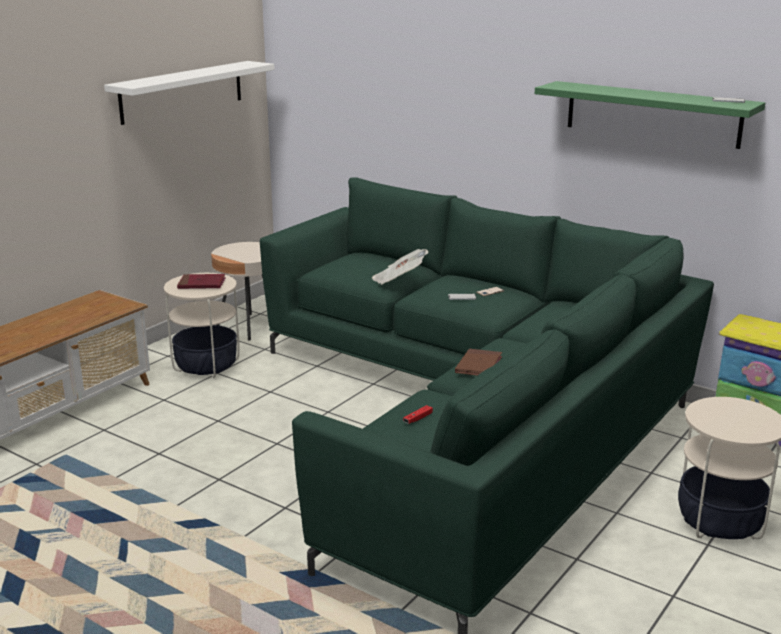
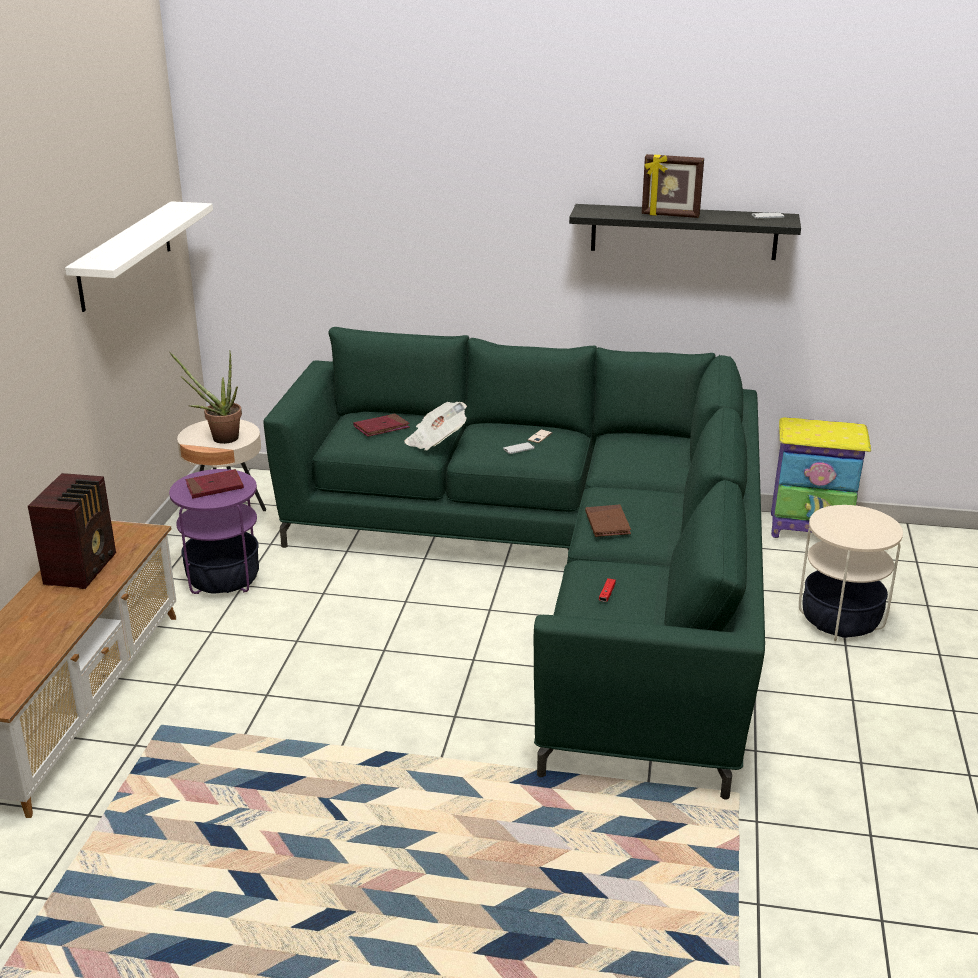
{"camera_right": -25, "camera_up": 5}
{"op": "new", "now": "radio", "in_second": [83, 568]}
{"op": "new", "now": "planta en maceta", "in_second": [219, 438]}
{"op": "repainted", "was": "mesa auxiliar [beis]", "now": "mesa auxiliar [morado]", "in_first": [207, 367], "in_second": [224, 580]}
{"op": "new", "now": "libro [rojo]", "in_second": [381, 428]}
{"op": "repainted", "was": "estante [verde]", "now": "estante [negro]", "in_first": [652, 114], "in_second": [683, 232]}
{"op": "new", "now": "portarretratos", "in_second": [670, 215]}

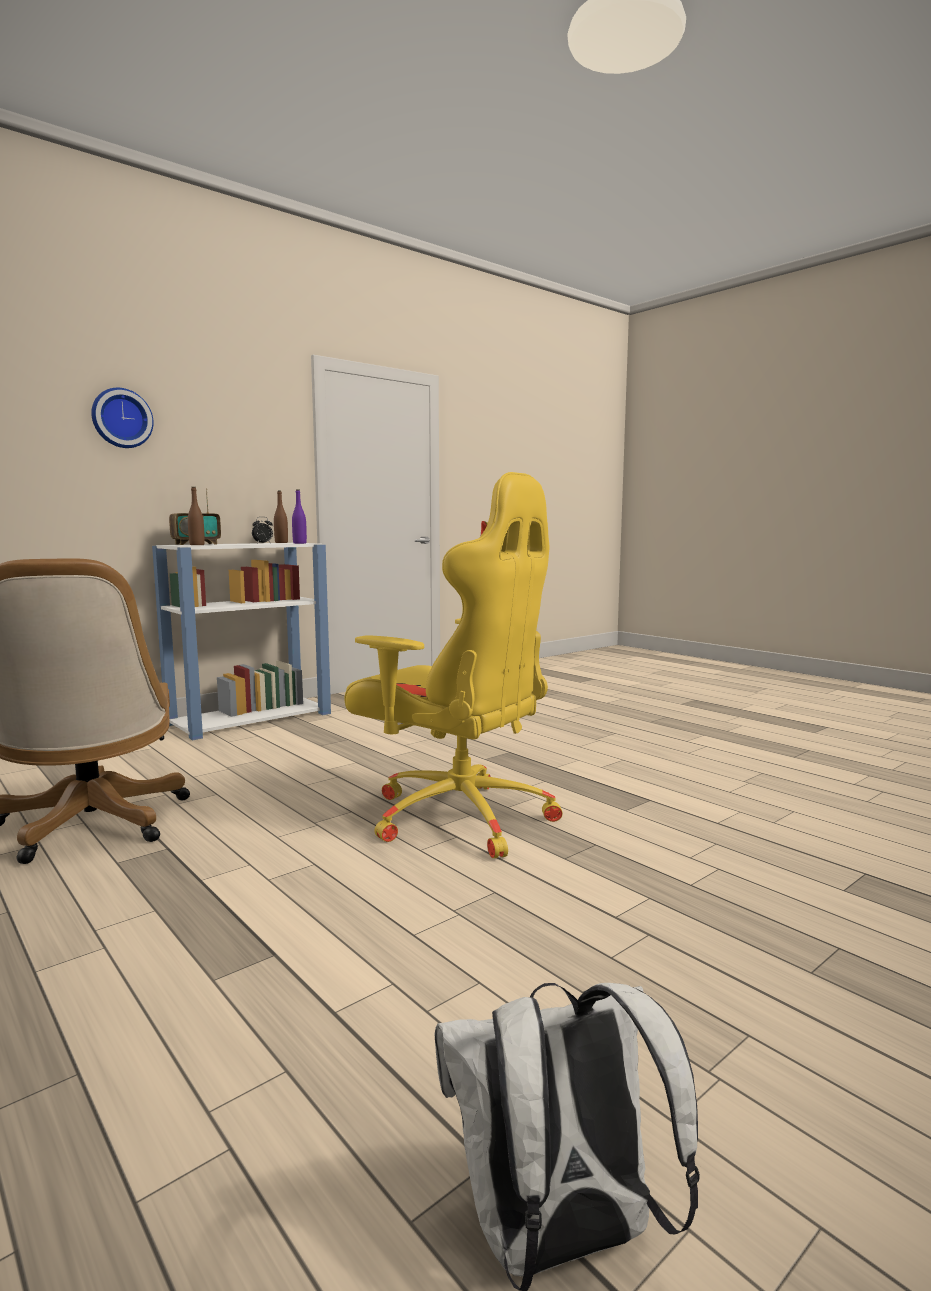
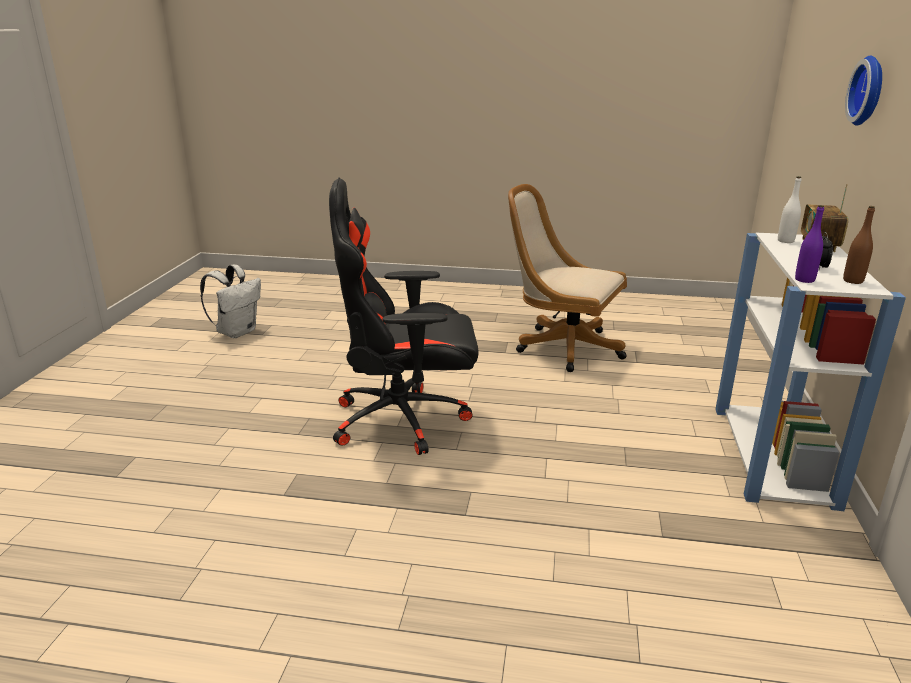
{"camera_right": 140, "camera_up": 15}
{"op": "repainted", "was": "silla de oficina [amarillo]", "now": "silla de oficina [negro]", "in_first": [449, 814], "in_second": [409, 421]}
{"op": "repainted", "was": "botella [marrón]", "now": "botella [blanco]", "in_first": [197, 545], "in_second": [785, 241]}

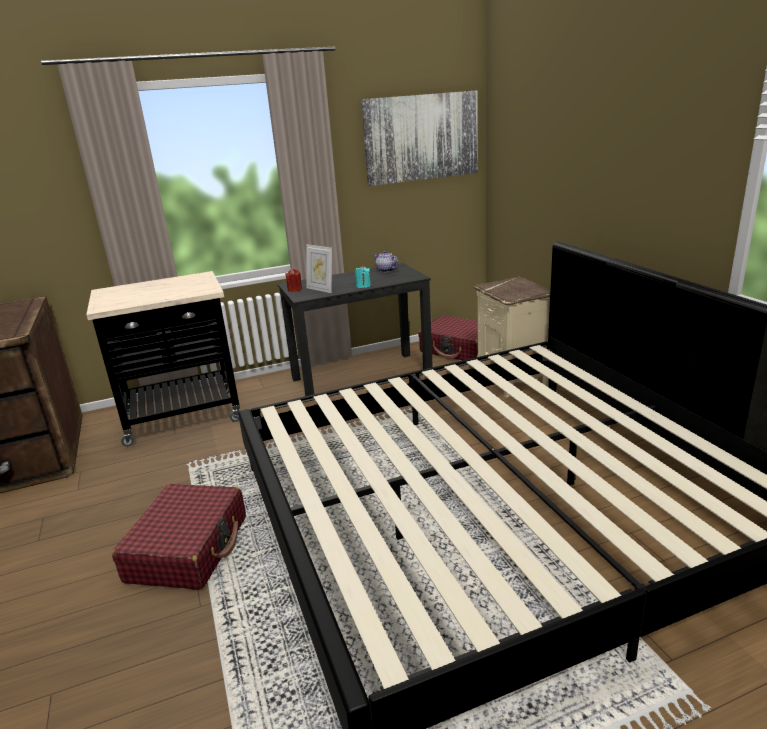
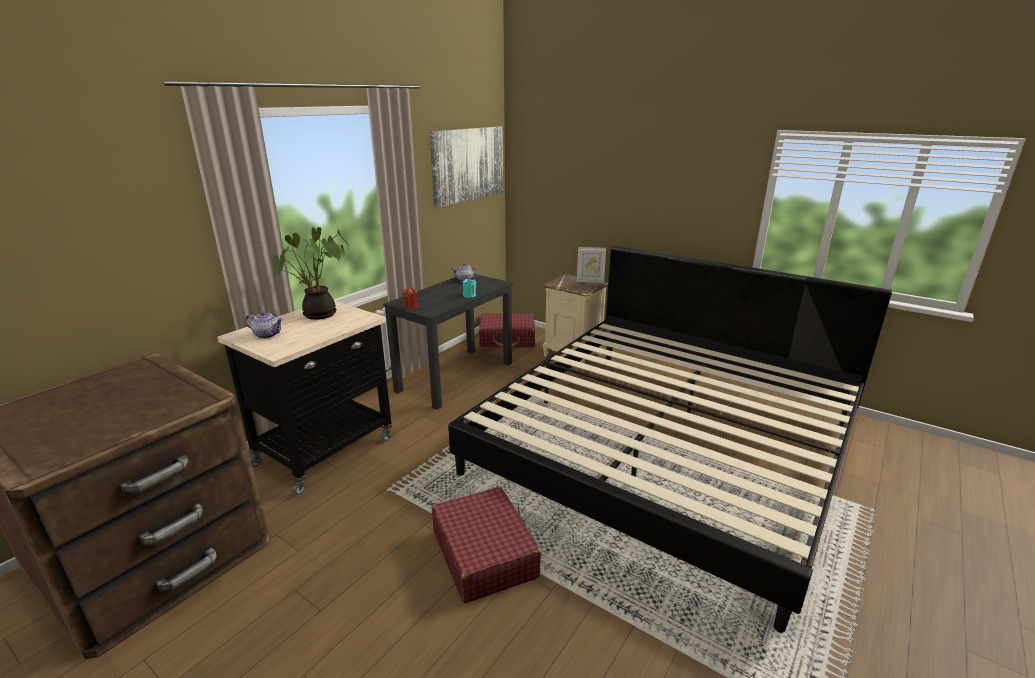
{"camera_right": -35, "camera_up": 0}
{"op": "new", "now": "tetera", "in_second": [267, 335]}
{"op": "new", "now": "planta en maceta", "in_second": [319, 315]}
{"op": "shifted", "was": "portarretratos", "in_first": [321, 289], "in_second": [590, 281]}

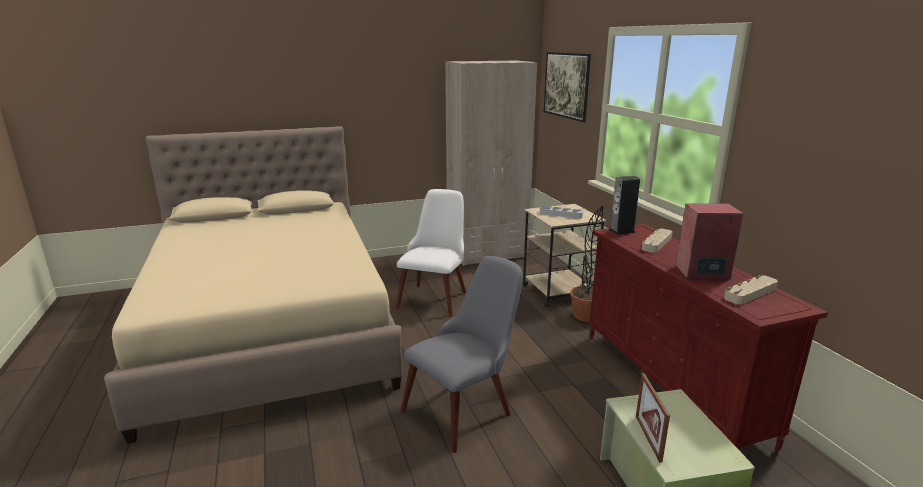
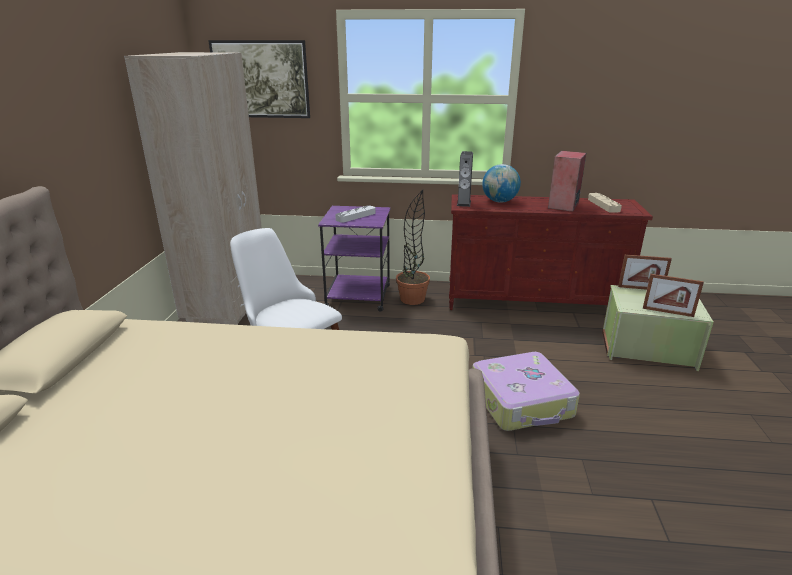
{"camera_right": -65, "camera_up": 5}
{"op": "repainted", "was": "carrito [beis]", "now": "carrito [morado]", "in_first": [559, 292], "in_second": [359, 297]}
{"op": "swapped", "was": "silla [gris]", "now": "maleta", "in_first": [466, 406], "in_second": [522, 402]}
{"op": "swapped", "was": "bandeja [beis]", "now": "globo terráqueo", "in_first": [657, 243], "in_second": [499, 201]}
{"op": "new", "now": "portarretratos", "in_second": [640, 288]}

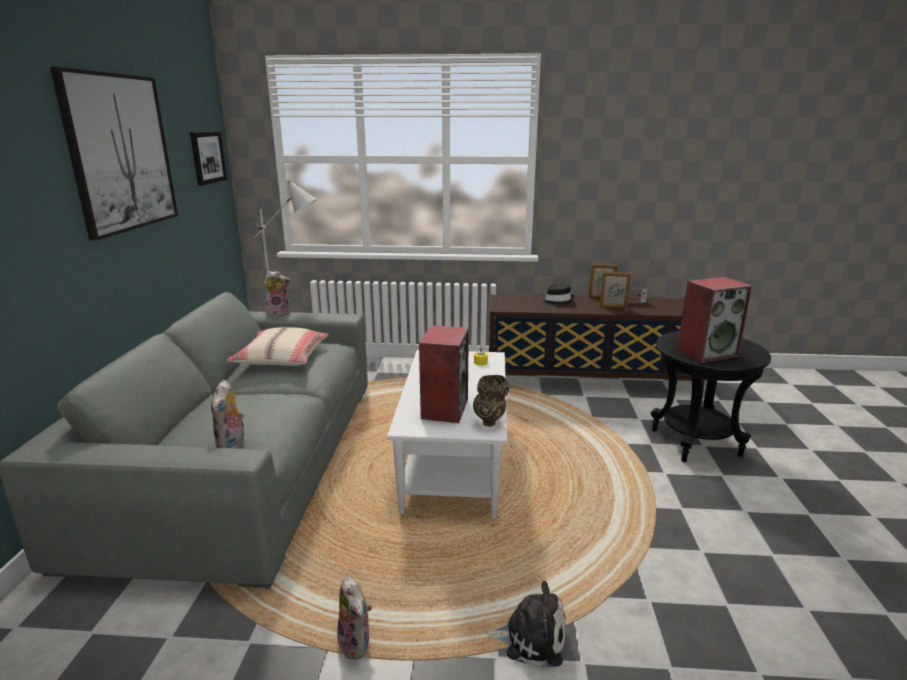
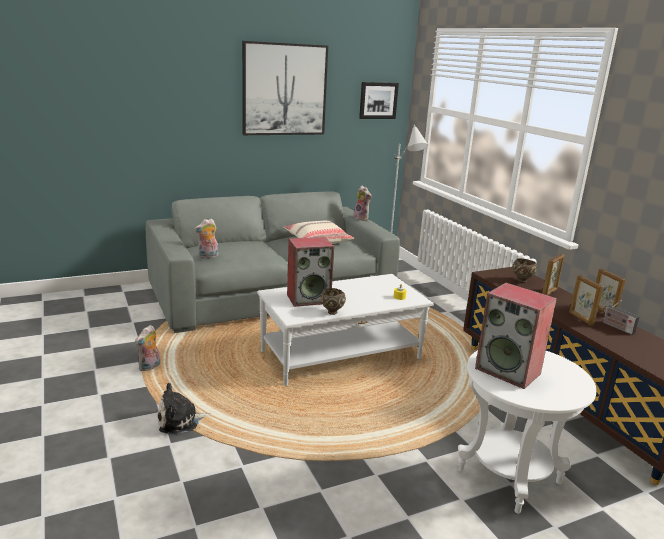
{"camera_right": 60, "camera_up": 0}
{"op": "rotated", "was": "peluche", "in_first": [530, 637], "in_second": [180, 421], "clockwise": 90}
{"op": "repainted", "was": "mesa auxiliar [negro]", "now": "mesa auxiliar [blanco]", "in_first": [695, 443], "in_second": [509, 477]}
{"op": "shifted", "was": "cuenco [marrón]", "in_first": [489, 423], "in_second": [522, 280]}
{"op": "swapped", "was": "sombrero [negro]", "now": "portarretratos", "in_first": [557, 301], "in_second": [549, 293]}

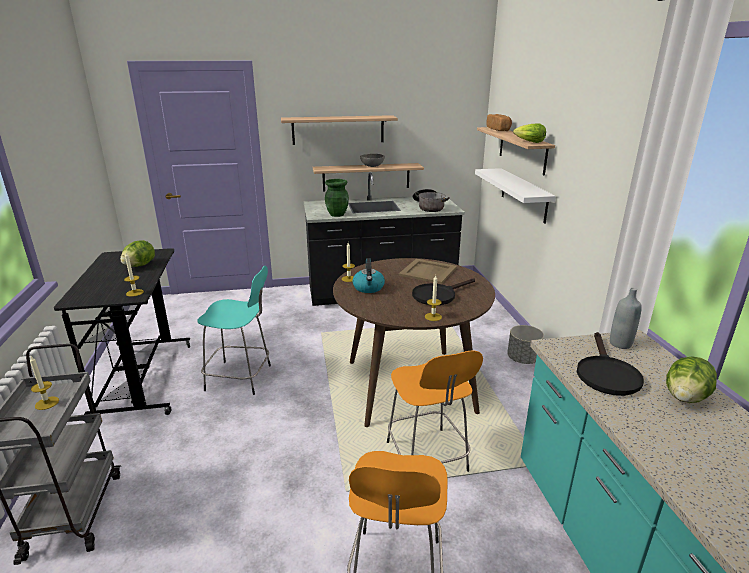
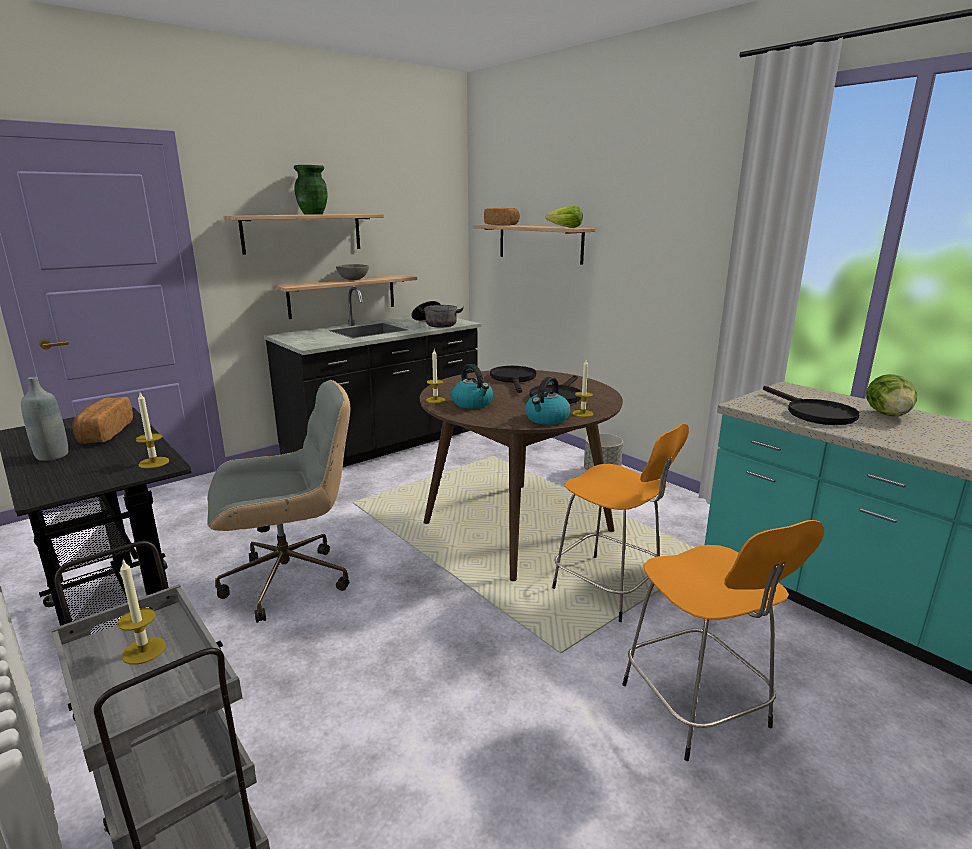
{"camera_right": -30, "camera_up": -5}
{"op": "shifted", "was": "botella [gris]", "in_first": [620, 344], "in_second": [52, 456]}
{"op": "swapped", "was": "lechuga", "now": "pan", "in_first": [140, 265], "in_second": [105, 433]}
{"op": "swapped", "was": "taburete [turquesa]", "now": "silla de oficina [gris]", "in_first": [241, 378], "in_second": [291, 581]}
{"op": "shifted", "was": "florero [verde]", "in_first": [337, 214], "in_second": [313, 214]}
{"op": "swapped", "was": "bandeja [beis]", "now": "sartén [negro]", "in_first": [428, 271], "in_second": [514, 379]}
{"op": "new", "now": "hervidor", "in_second": [547, 419]}
{"op": "gone", "was": "estante [blanco]", "in_first": [523, 194]}

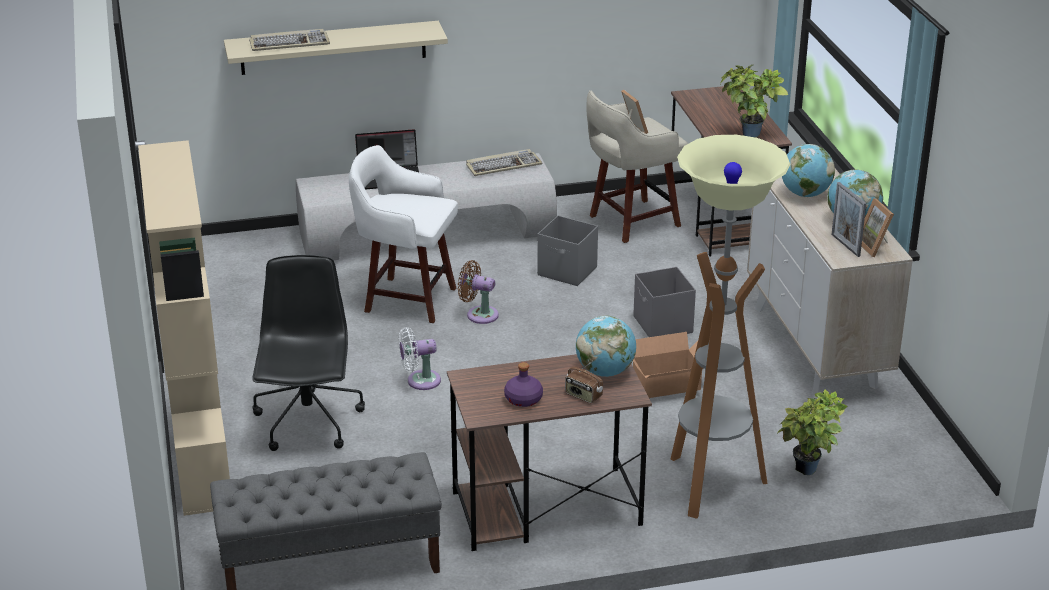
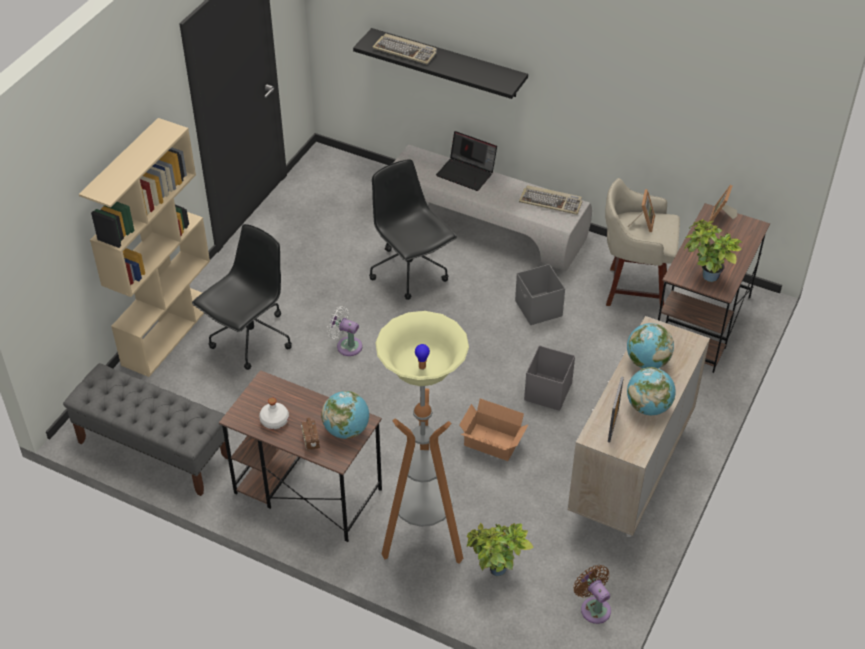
{"camera_right": 40, "camera_up": 15}
{"op": "repainted", "was": "botella [morado]", "now": "botella [blanco]", "in_first": [523, 399], "in_second": [274, 420]}
{"op": "repainted", "was": "estante [beis]", "now": "estante [negro]", "in_first": [333, 47], "in_second": [448, 63]}
{"op": "swapped", "was": "taburete [blanco]", "now": "silla de oficina [negro]", "in_first": [406, 299], "in_second": [411, 274]}
{"op": "shifted", "was": "ventilador [marrón]", "in_first": [479, 314], "in_second": [593, 607]}
{"op": "shifted", "was": "portarretratos", "in_first": [875, 247], "in_second": [721, 218]}

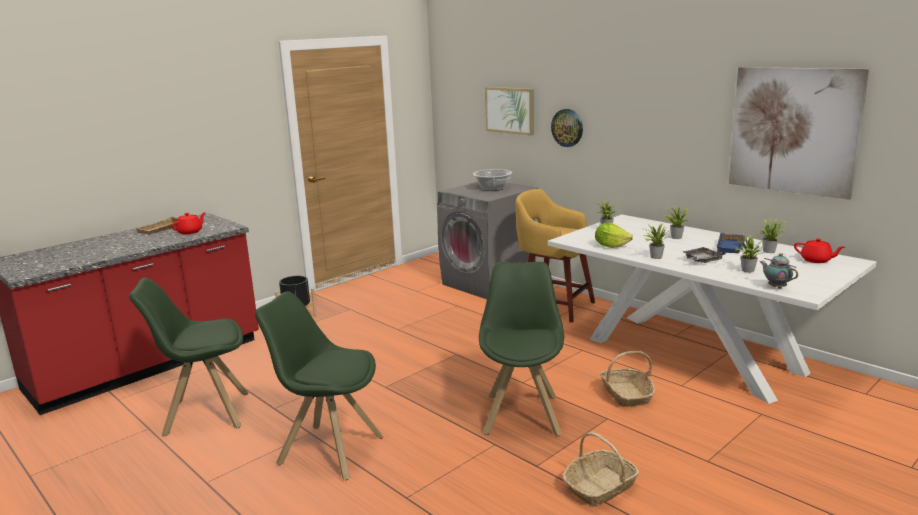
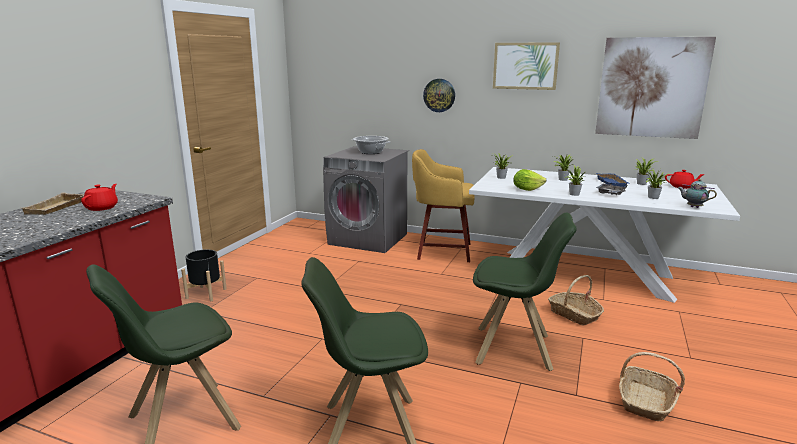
{"camera_right": -25, "camera_up": 0}
{"op": "rotated", "was": "silla [verde]", "in_first": [522, 414], "in_second": [514, 349], "clockwise": 120}
{"op": "shifted", "was": "cuadro", "in_first": [510, 110], "in_second": [525, 66]}

